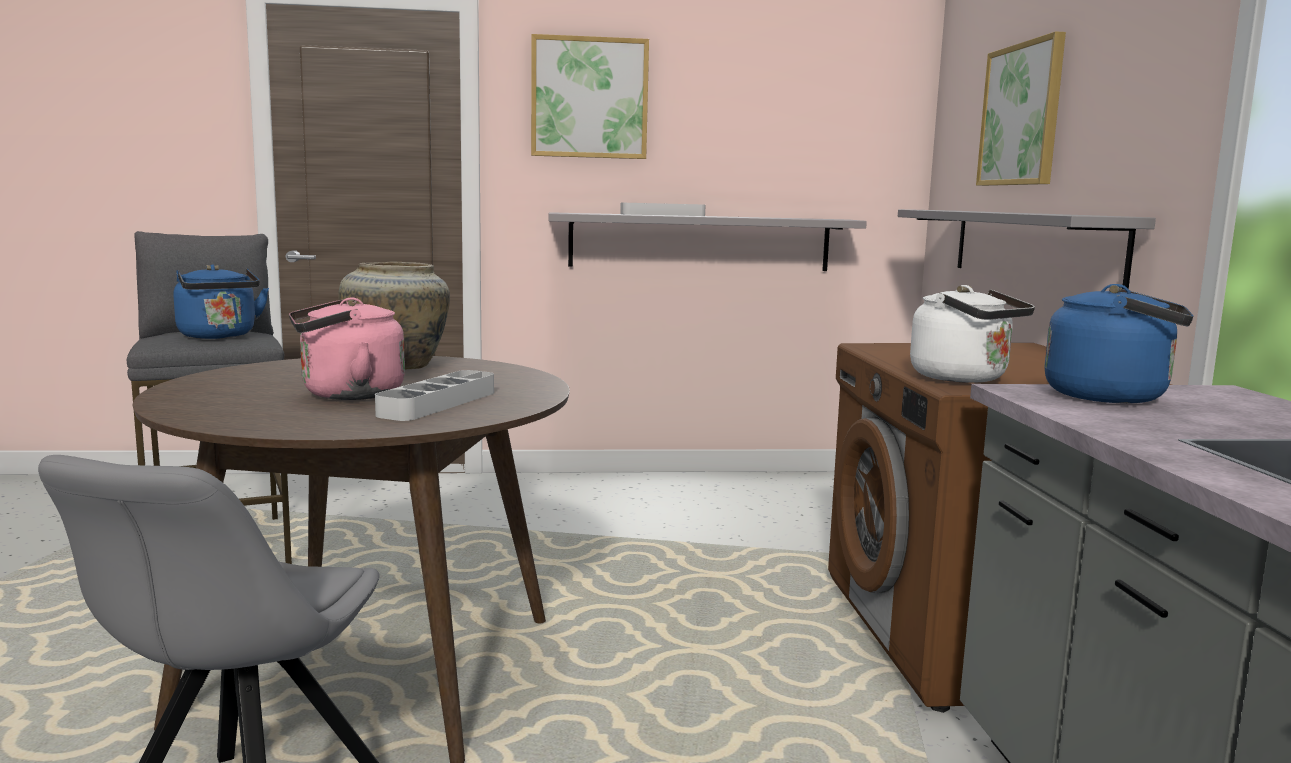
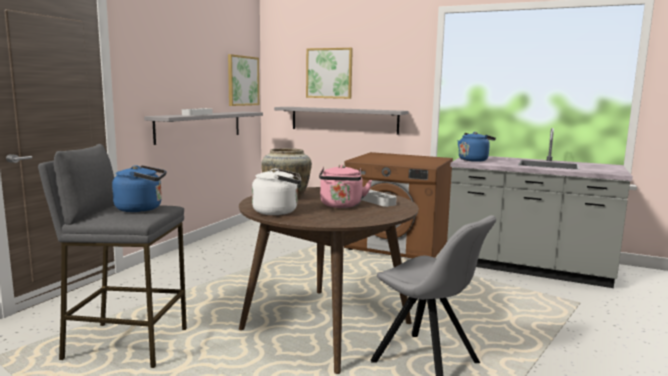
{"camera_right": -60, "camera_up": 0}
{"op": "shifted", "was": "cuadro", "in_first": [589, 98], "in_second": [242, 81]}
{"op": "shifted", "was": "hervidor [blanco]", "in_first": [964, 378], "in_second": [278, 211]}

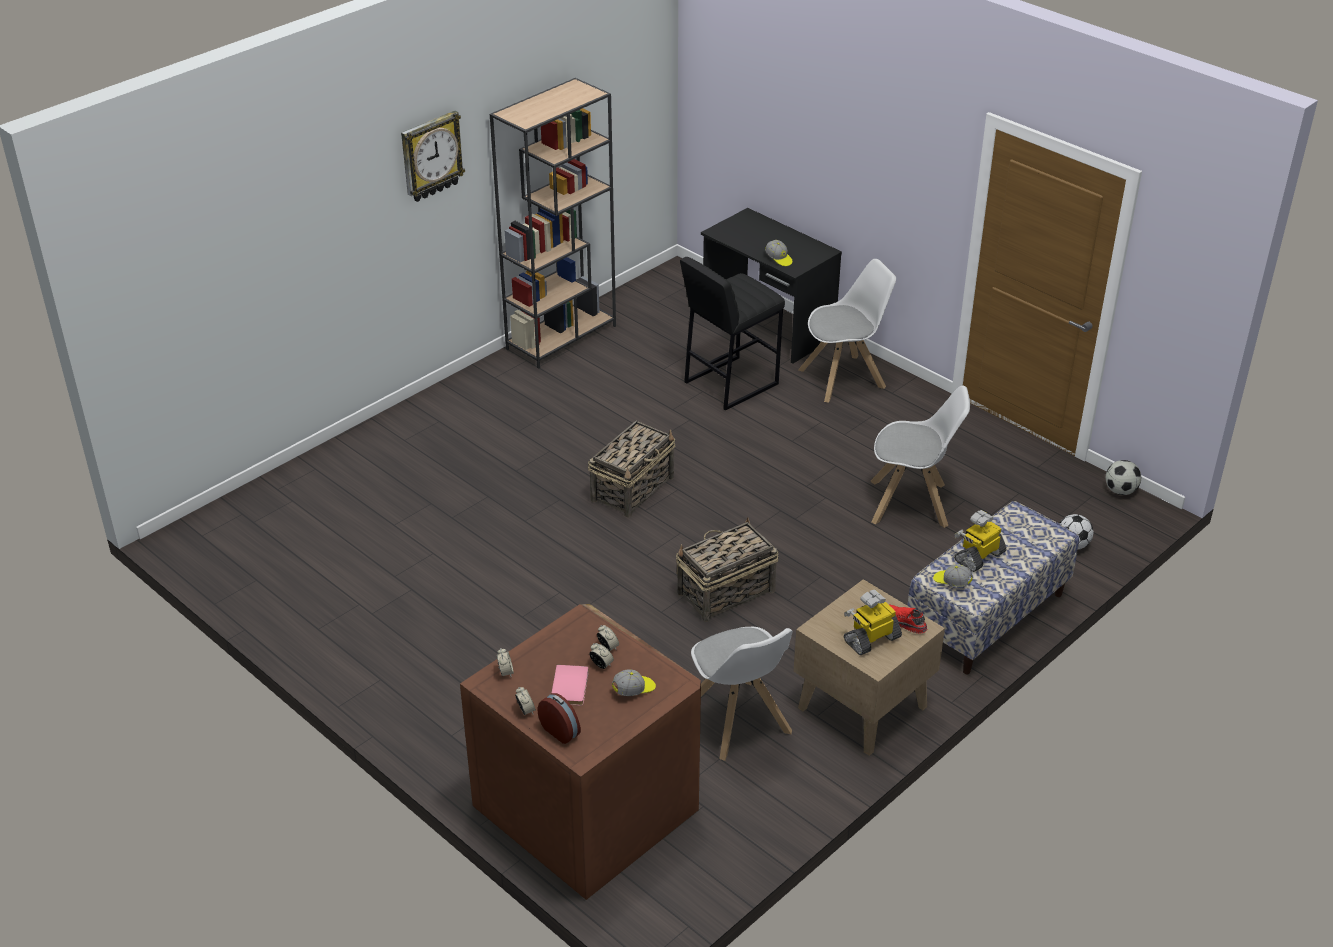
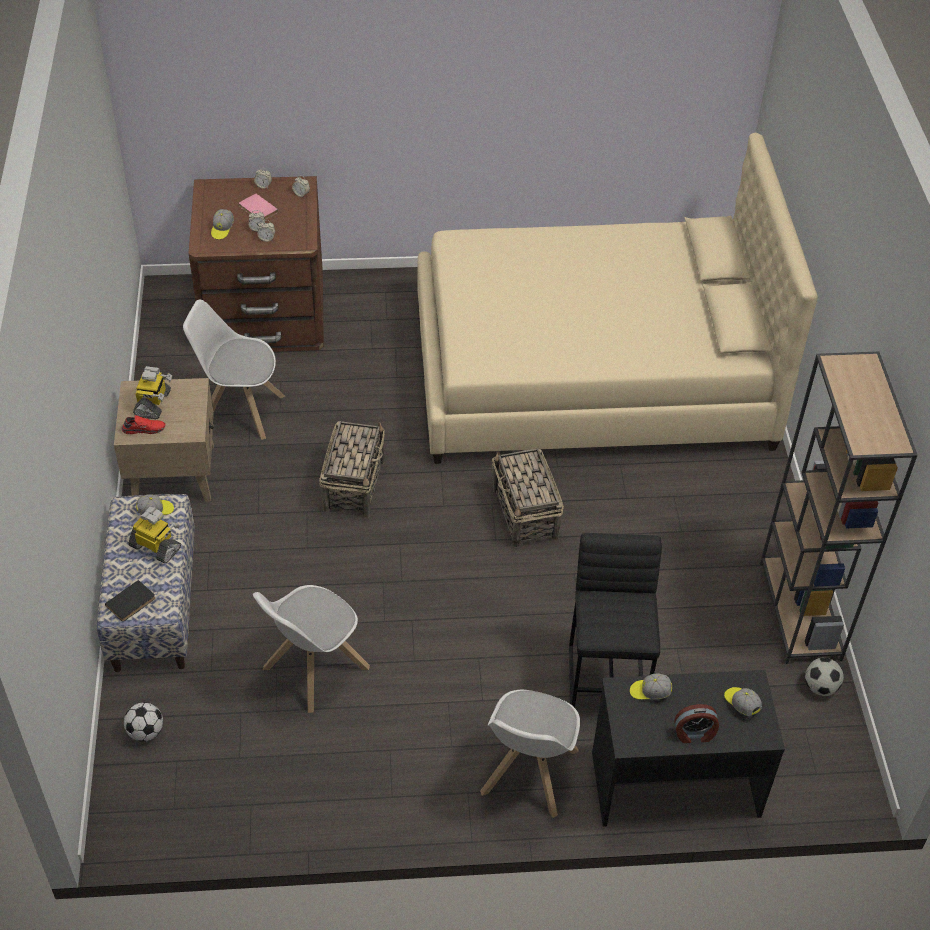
{"camera_right": 130, "camera_up": 10}
{"op": "new", "now": "libro [negro]", "in_second": [131, 603]}
{"op": "rotated", "was": "robot de juguete", "in_first": [978, 556], "in_second": [156, 547], "clockwise": -60}
{"op": "new", "now": "cama [beis]", "in_second": [591, 373]}
{"op": "shifted", "was": "despertador", "in_first": [561, 731], "in_second": [694, 734]}
{"op": "new", "now": "gorra", "in_second": [741, 704]}
{"op": "shifted", "was": "balón de fútbol", "in_first": [1120, 491], "in_second": [820, 687]}
{"op": "gone", "was": "reloj de pared", "in_first": [431, 156]}

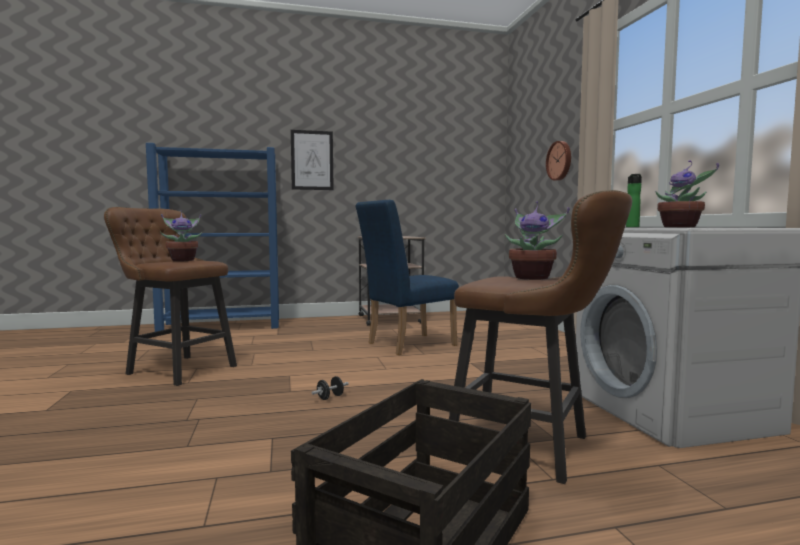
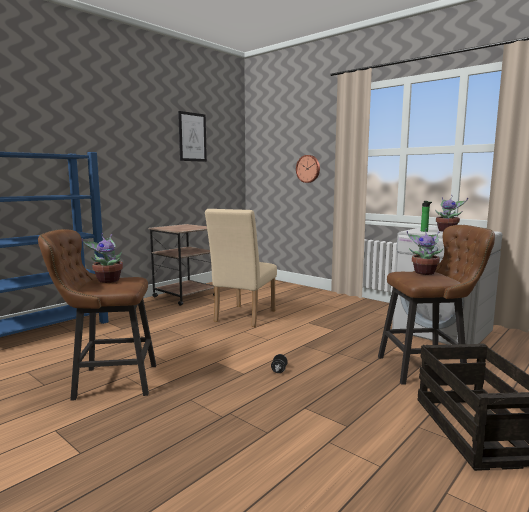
{"camera_right": -35, "camera_up": 5}
{"op": "shifted", "was": "cuadro", "in_first": [312, 160], "in_second": [192, 137]}
{"op": "repainted", "was": "silla [azul]", "now": "silla [beis]", "in_first": [405, 345], "in_second": [242, 317]}

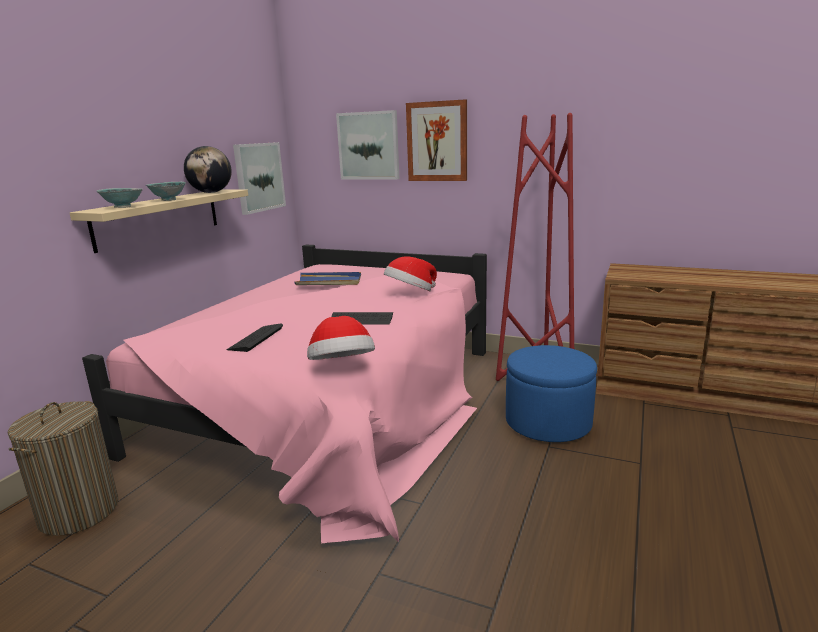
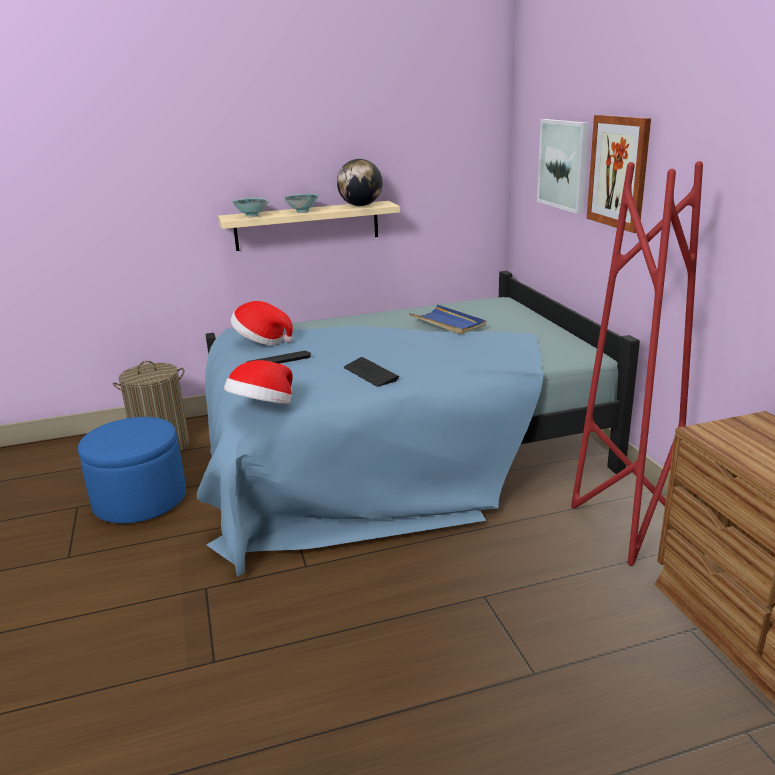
{"camera_right": 50, "camera_up": 5}
{"op": "shifted", "was": "puf [azul]", "in_first": [548, 422], "in_second": [140, 500]}
{"op": "repainted", "was": "cama [rosa]", "now": "cama [azul]", "in_first": [333, 403], "in_second": [396, 450]}
{"op": "shifted", "was": "sombrero", "in_first": [410, 293], "in_second": [261, 341]}
{"op": "gone", "was": "cuadro", "in_first": [259, 177]}

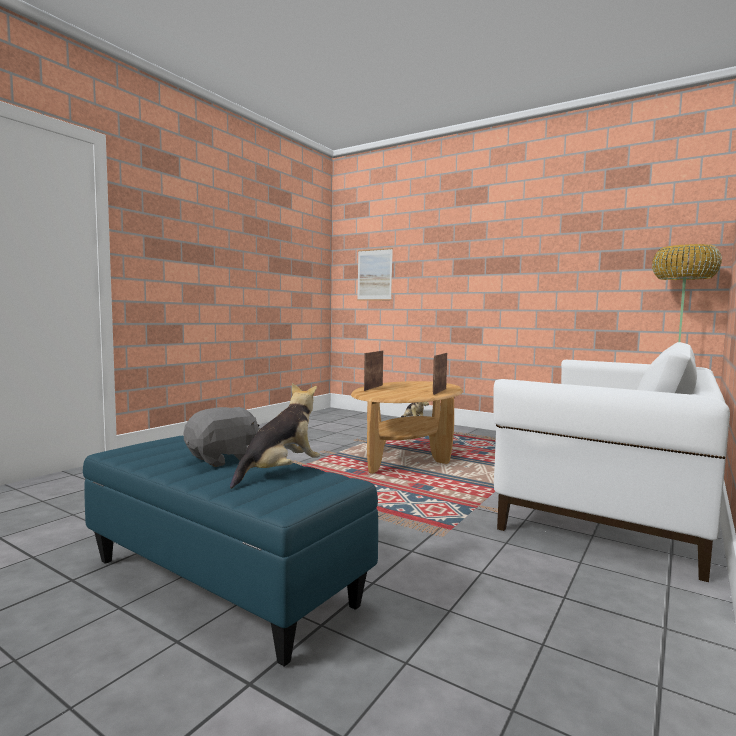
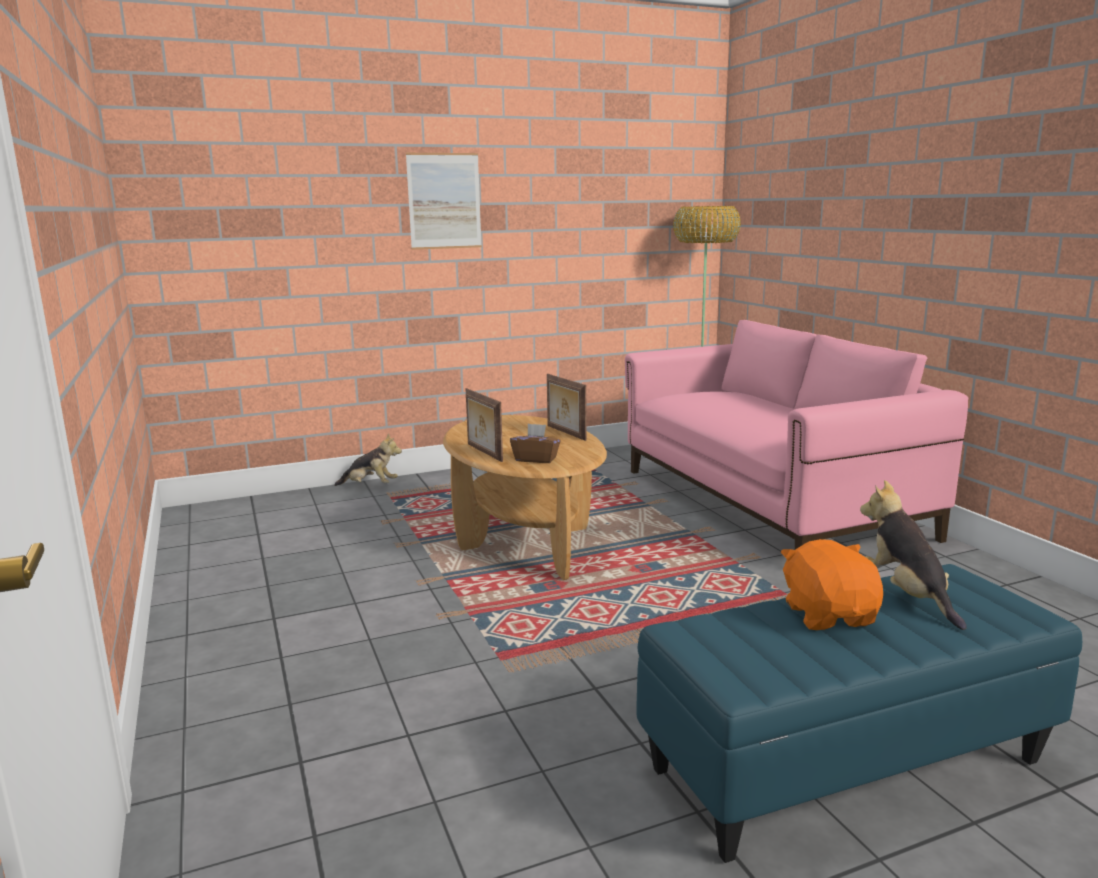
{"camera_right": -55, "camera_up": 10}
{"op": "shifted", "was": "cuadro", "in_first": [374, 275], "in_second": [444, 201]}
{"op": "new", "now": "caja de pañuelos [marrón]", "in_second": [536, 459]}
{"op": "repainted", "was": "sofá [blanco]", "now": "sofá [rosa]", "in_first": [611, 499], "in_second": [766, 503]}
{"op": "repainted", "was": "peluche [gris]", "now": "peluche [naranja]", "in_first": [223, 459], "in_second": [829, 615]}

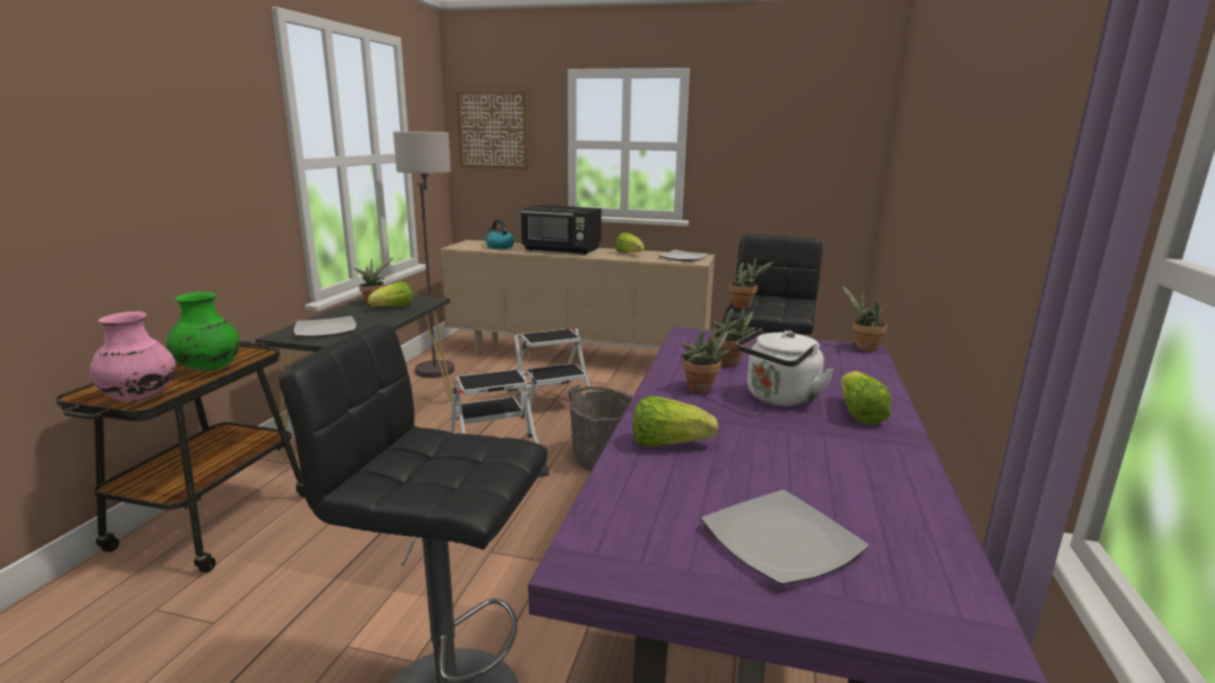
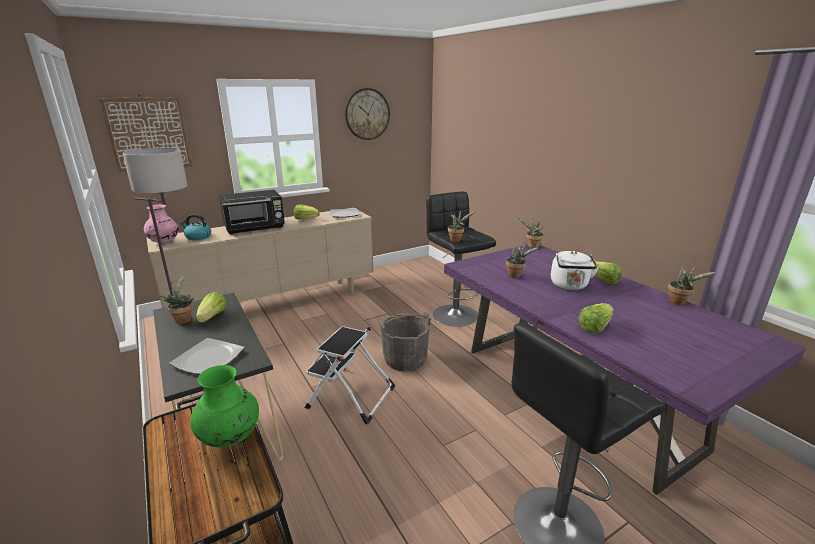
{"camera_right": -45, "camera_up": 5}
{"op": "shifted", "was": "florero [rosa]", "in_first": [140, 398], "in_second": [164, 242]}
{"op": "new", "now": "reloj de pared", "in_second": [367, 114]}
{"op": "shifted", "was": "planta en maceta", "in_first": [702, 390], "in_second": [679, 302]}
{"op": "gone", "was": "escalera de tijera", "in_first": [549, 399]}
{"op": "gone", "was": "plato", "in_first": [781, 540]}

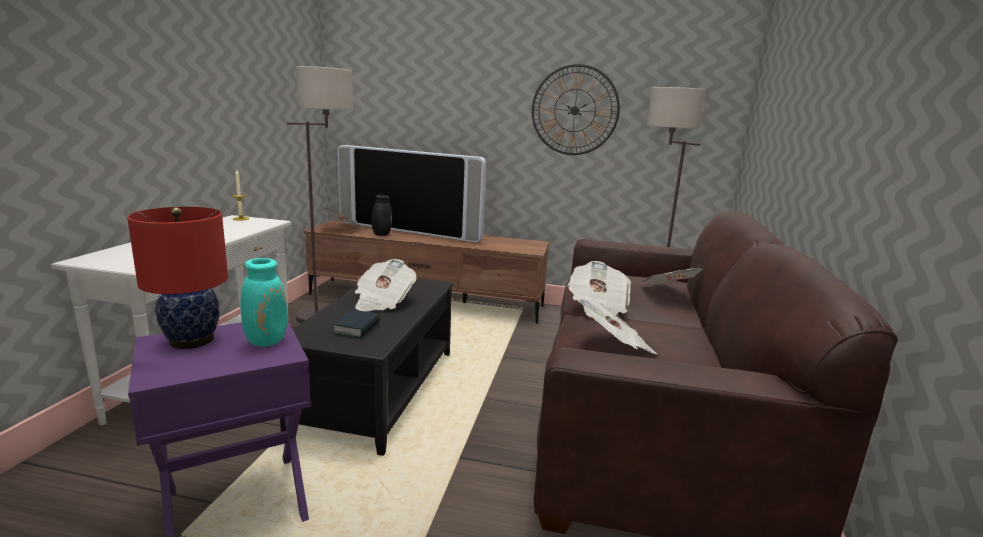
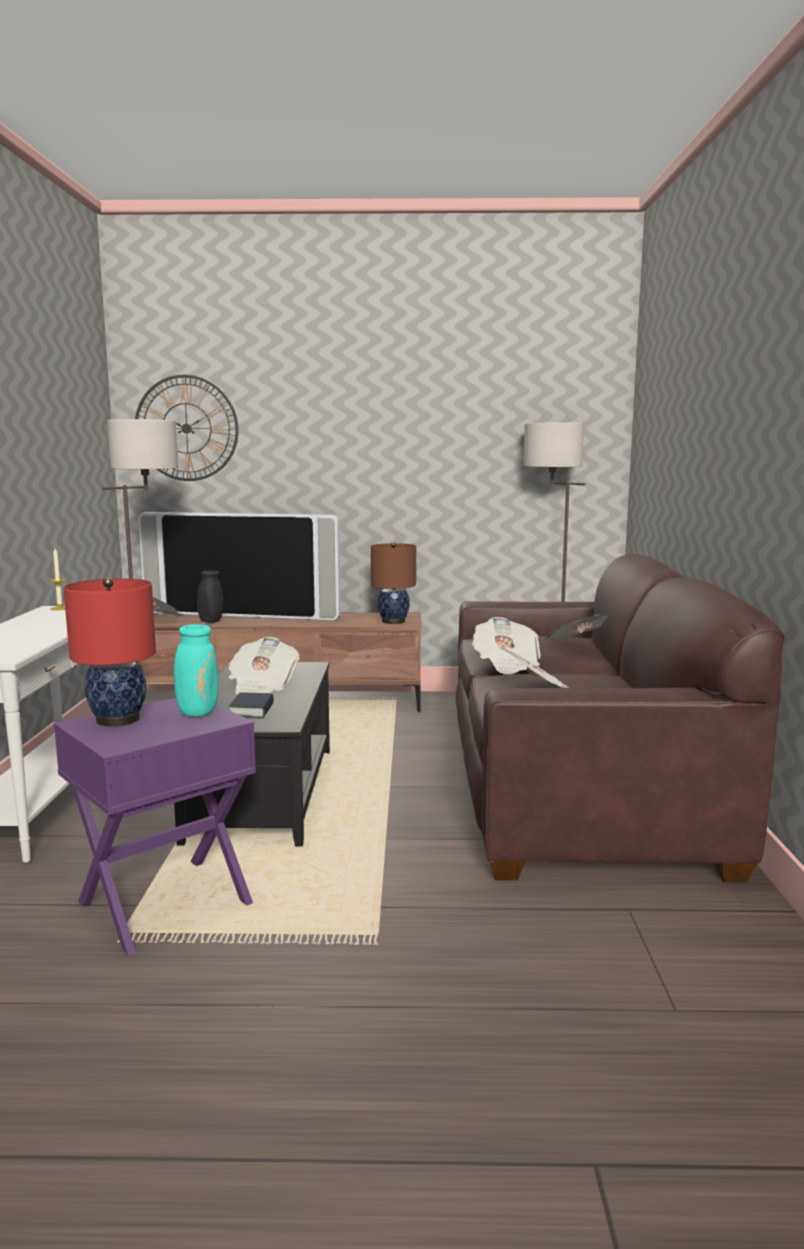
{"camera_right": -10, "camera_up": -5}
{"op": "shifted", "was": "reloj de pared", "in_first": [574, 110], "in_second": [186, 428]}
{"op": "new", "now": "lámpara de mesa [marrón]", "in_second": [393, 621]}

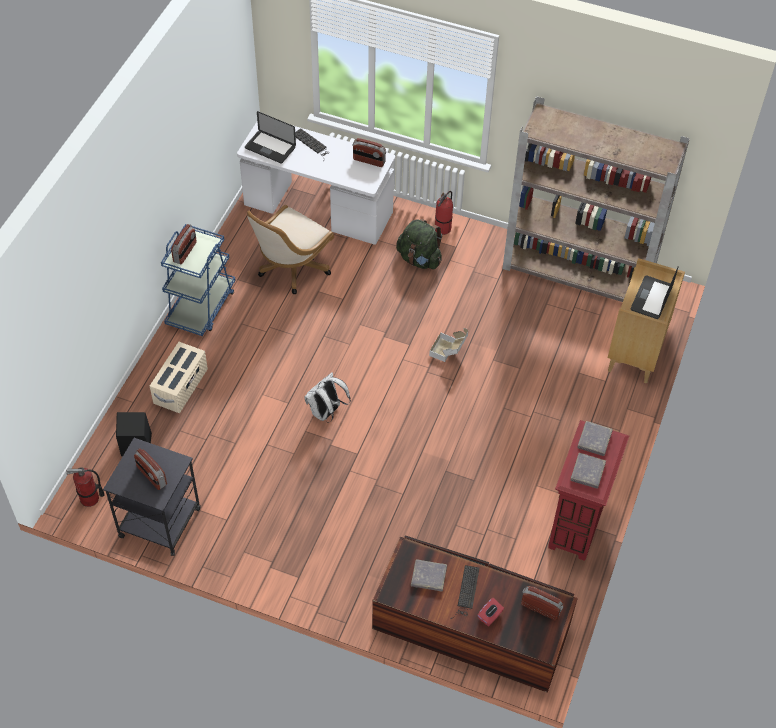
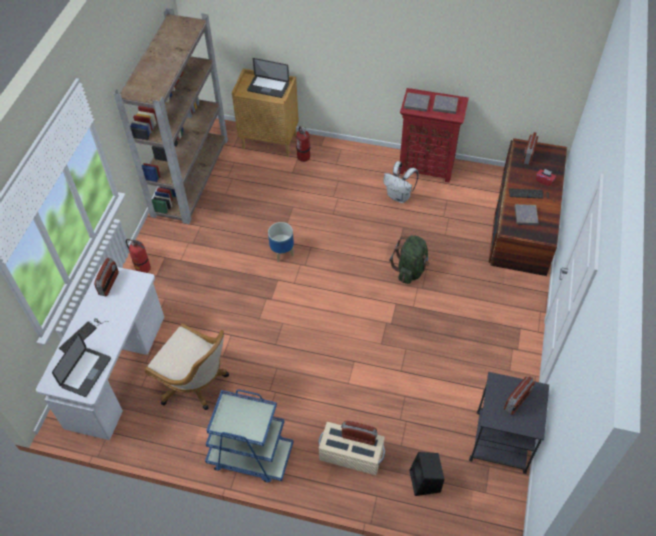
{"camera_right": -95, "camera_up": 0}
{"op": "swapped", "was": "caja de cartón", "now": "maceta", "in_first": [448, 352], "in_second": [282, 252]}
{"op": "shifted", "was": "extintor", "in_first": [90, 499], "in_second": [303, 156]}
{"op": "shifted", "was": "radio", "in_first": [185, 252], "in_second": [359, 437]}
{"op": "shifted", "was": "mochila [blanco]", "in_first": [326, 412], "in_second": [399, 196]}
{"op": "shifted", "was": "mochila [verde]", "in_first": [419, 259], "in_second": [410, 270]}

